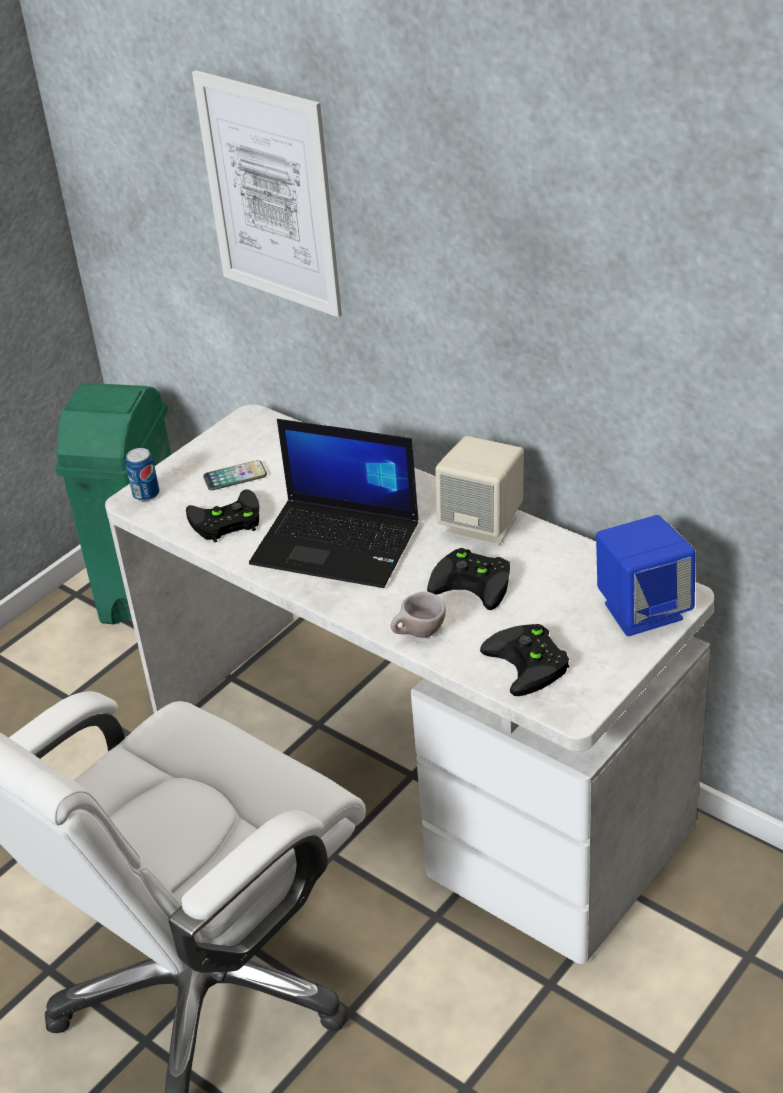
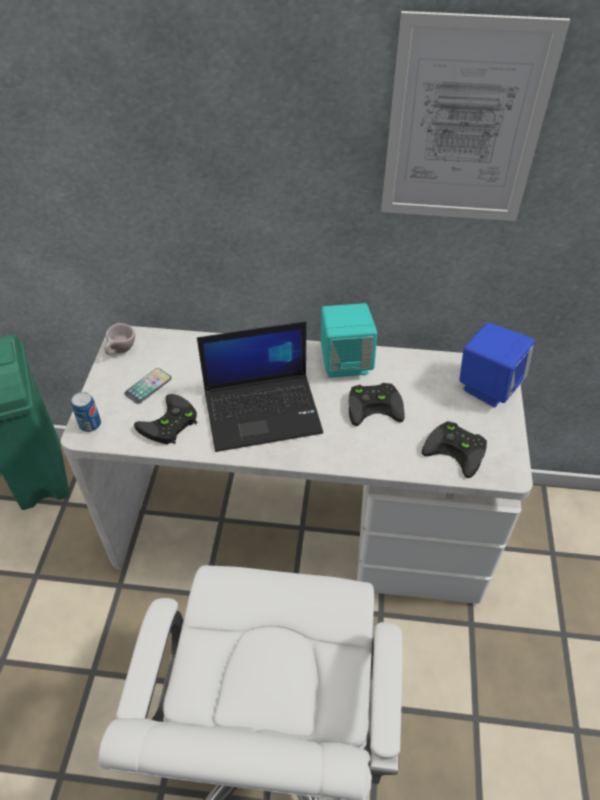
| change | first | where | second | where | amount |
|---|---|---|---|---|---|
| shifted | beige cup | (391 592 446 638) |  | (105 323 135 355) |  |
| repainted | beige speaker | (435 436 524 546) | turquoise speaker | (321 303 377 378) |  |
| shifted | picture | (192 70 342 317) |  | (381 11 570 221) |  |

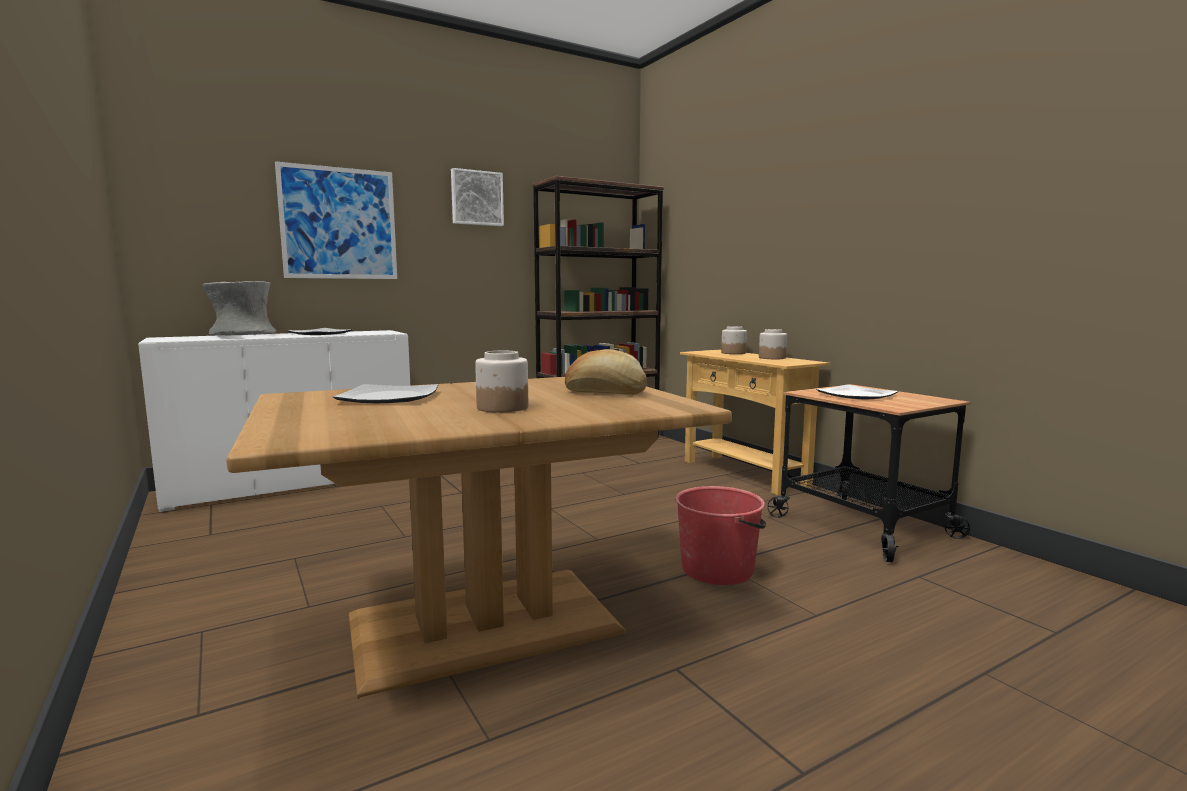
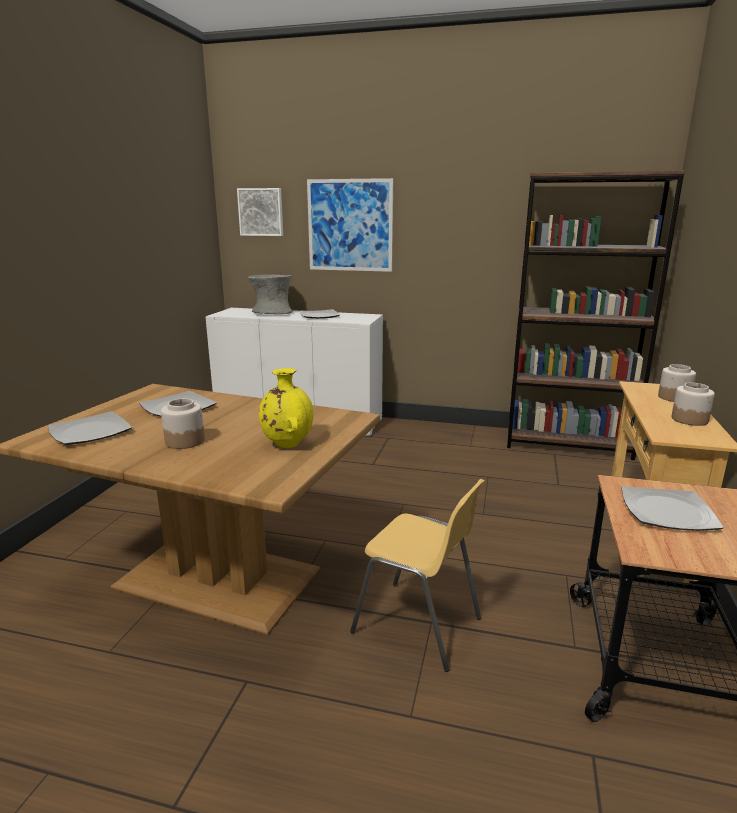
| change | first | where | second | where | amount |
|---|---|---|---|---|---|
| new |  |  | plate | (48 411 132 445) |  |
| shifted | picture | (451 168 504 226) |  | (237 188 283 236) |  |
| swapped | bread | (565 349 647 395) | yellow vase | (259 368 314 448) |  |
| swapped | red bucket | (675 486 766 585) | yellow chair | (350 479 485 672) |  |

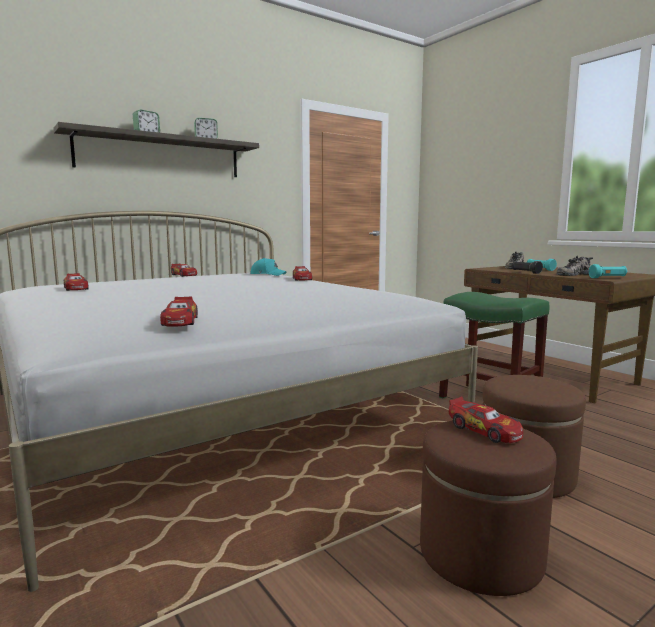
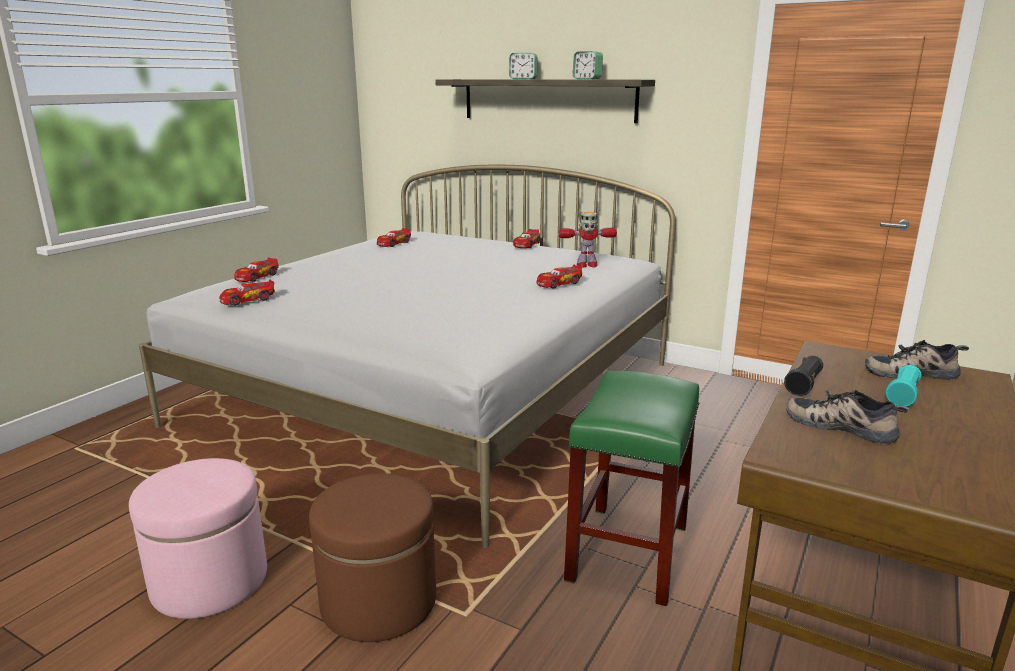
| change | first | where | second | where | amount |
|---|---|---|---|---|---|
| repainted | brown ottoman | (420 420 556 596) | pink ottoman | (129 458 267 619) |  |
| shifted | toy car | (448 396 523 443) |  | (235 257 279 282) |  |
| swapped | turquoise cap | (250 258 286 276) | toy robot | (558 212 617 268) |  |
| gone | turquoise flashlight | (589 264 627 278) |  |  |  |

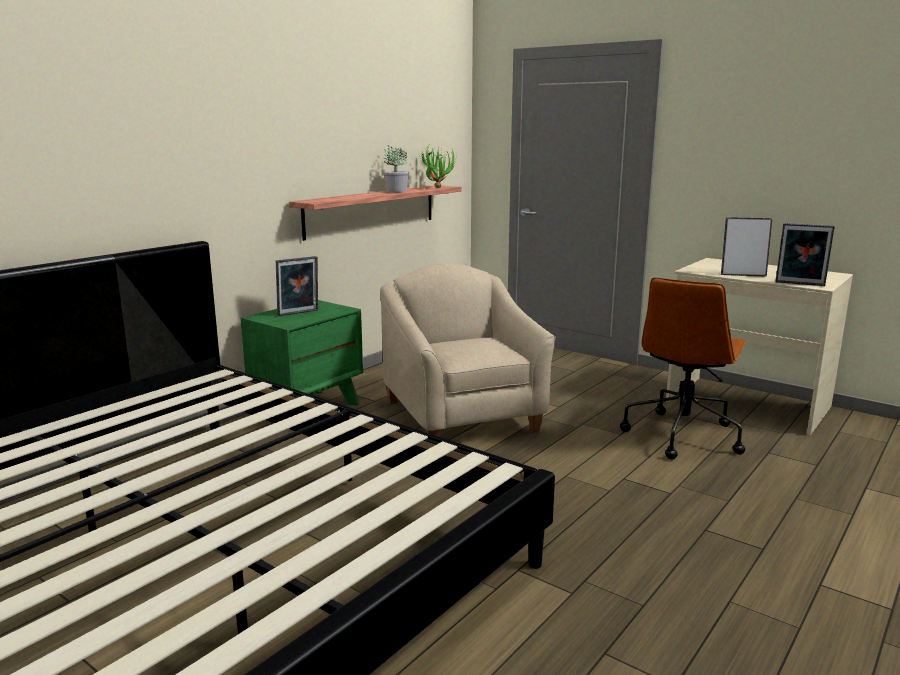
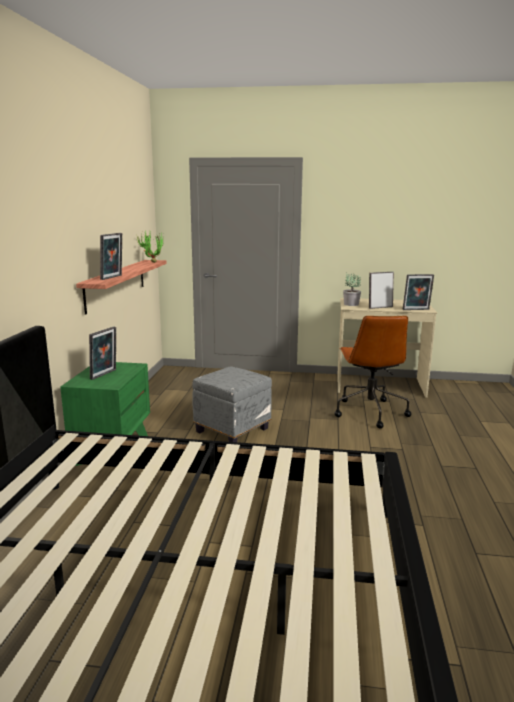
| change | first | where | second | where | amount |
|---|---|---|---|---|---|
| new |  |  | picture frame | (100 233 122 280) |  |
| swapped | beige armchair | (381 263 556 437) | grey ottoman | (192 366 272 442) |  |
| shifted | potted plant | (383 145 409 193) |  | (343 273 361 306) |  |

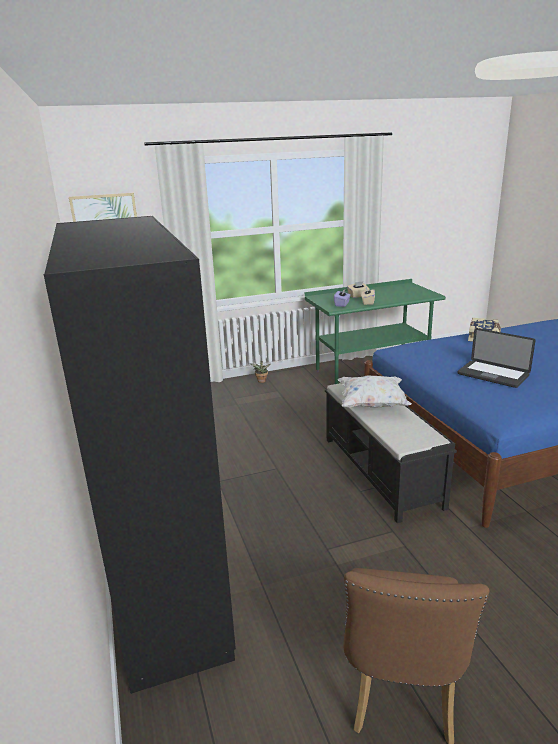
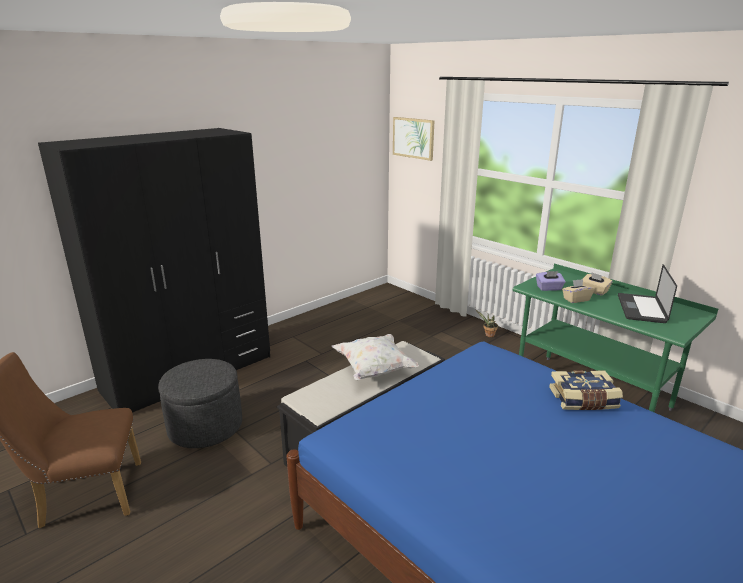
| change | first | where | second | where | amount |
|---|---|---|---|---|---|
| new |  |  | grey ottoman | (158 359 242 448) |  |
| shifted | laptop | (457 328 536 388) |  | (618 264 677 323) |  |

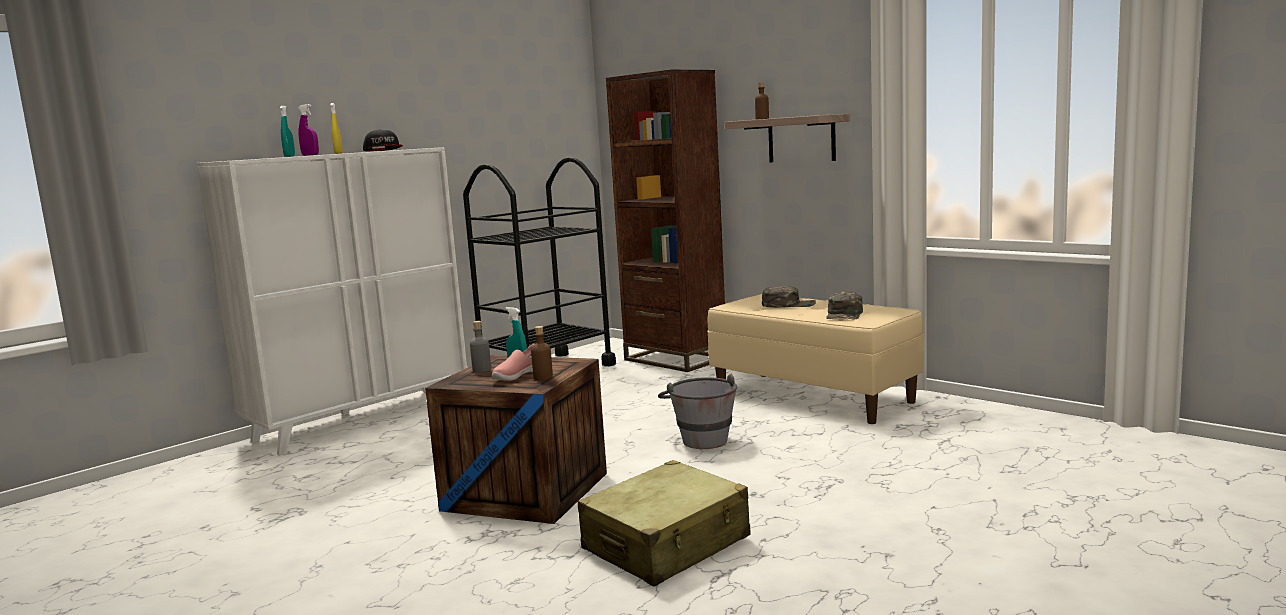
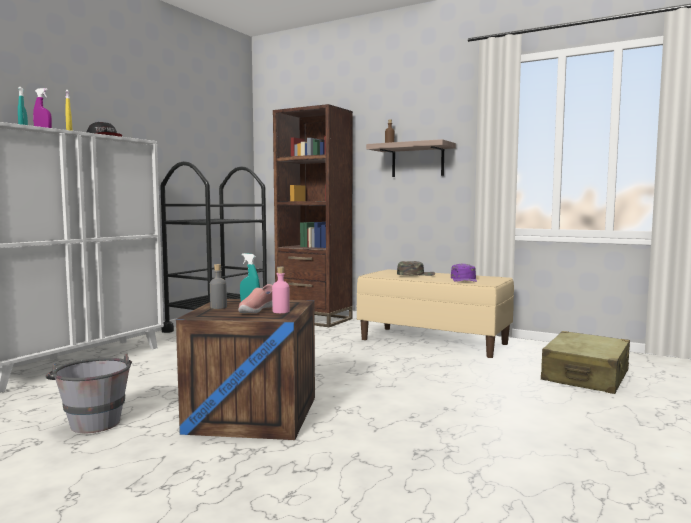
| change | first | where | second | where | amount |
|---|---|---|---|---|---|
| shifted | grey bucket | (658 373 737 449) |  | (46 353 132 433) |  |
| repainted | brown bottle | (531 326 553 380) | pink bottle | (272 267 290 313) |  |
| repainted | green cap | (826 291 863 319) | purple cap | (451 264 477 282) |  |
| shifted | beige suitcase | (578 460 750 587) |  | (541 331 630 394) |  |

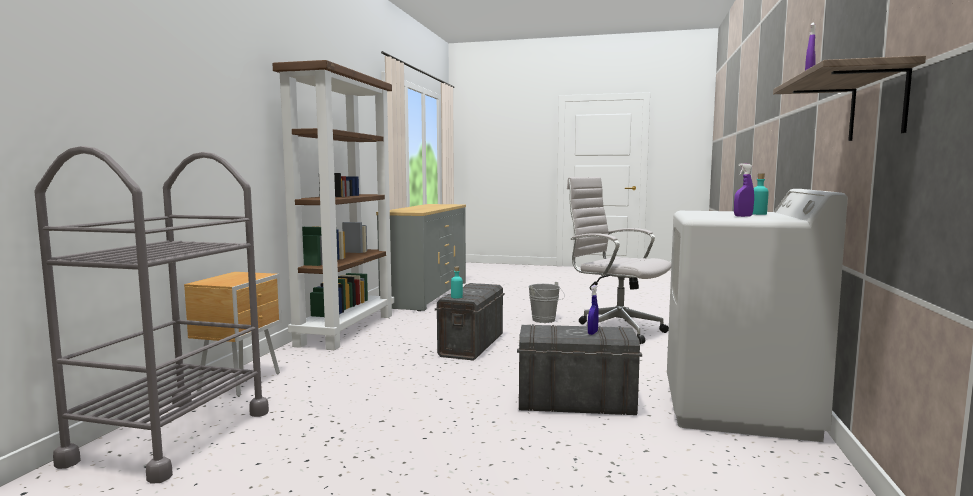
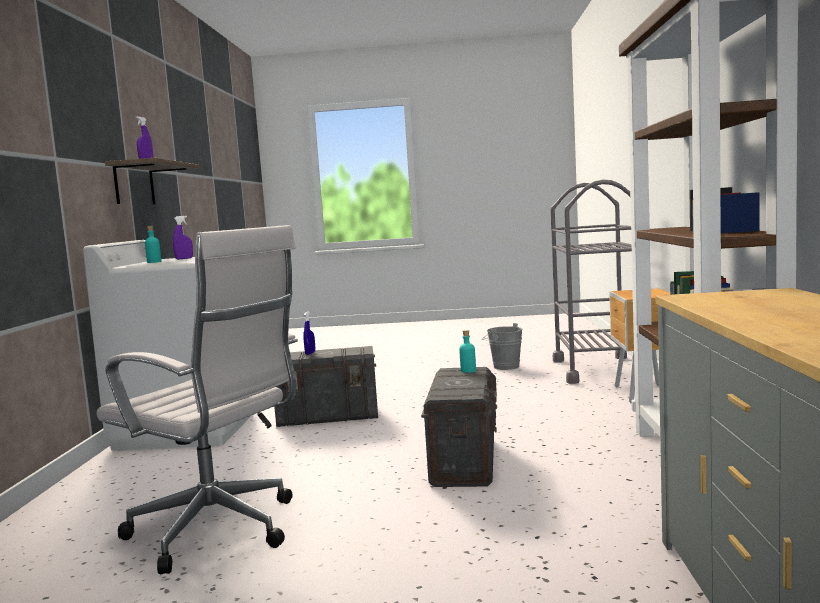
| change | first | where | second | where | amount |
|---|---|---|---|---|---|
| shifted | grey bucket | (529 282 565 323) |  | (482 323 523 370) |  |

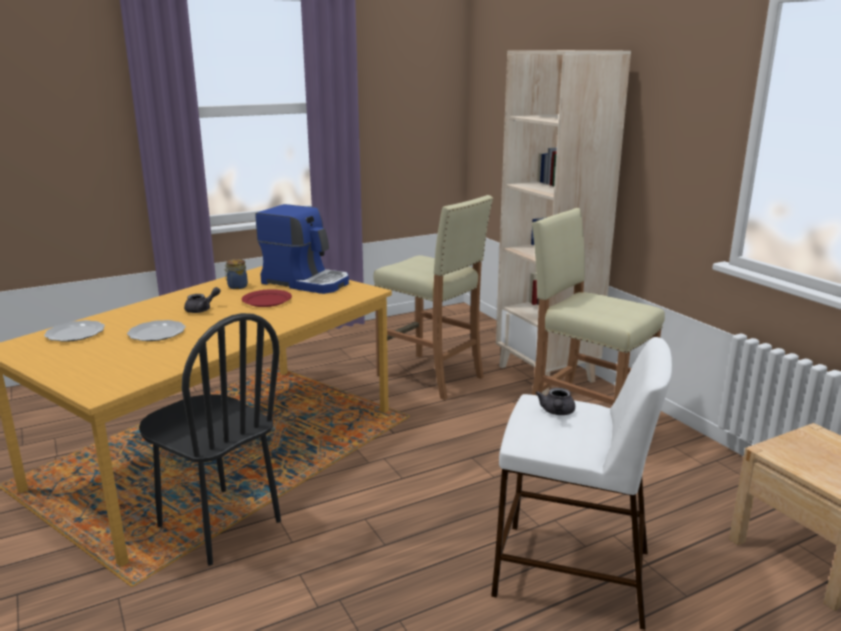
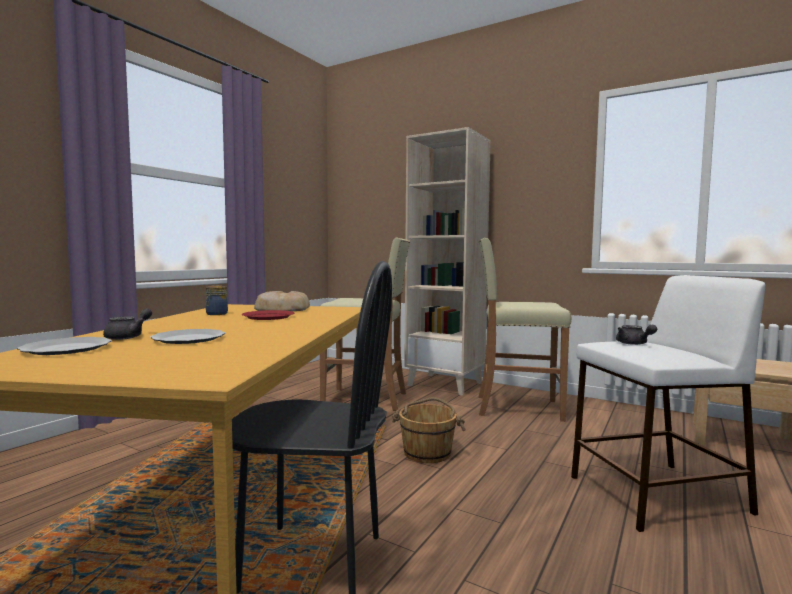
| change | first | where | second | where | amount |
|---|---|---|---|---|---|
| shifted | grey teapot | (184 287 221 313) |  | (103 308 152 340) |  |
| swapped | coffee machine | (255 204 349 294) | bread | (254 291 310 311) |  |
| new |  |  | brown bucket | (392 397 466 463) |  |

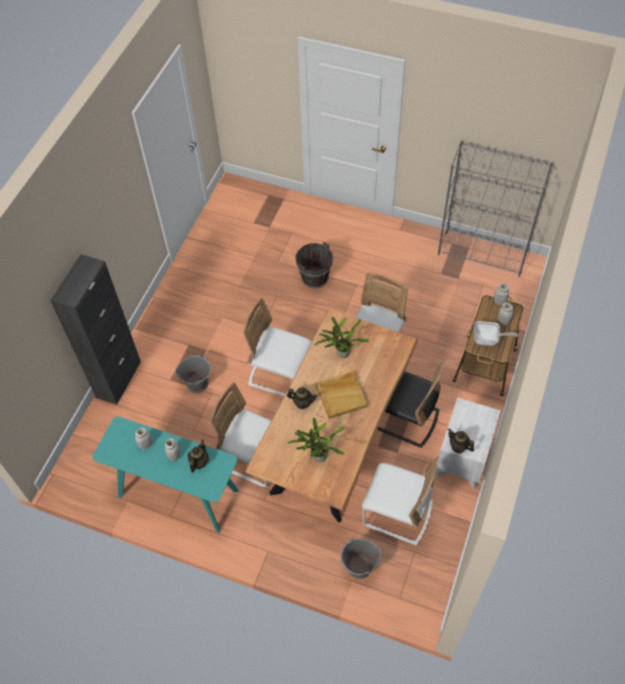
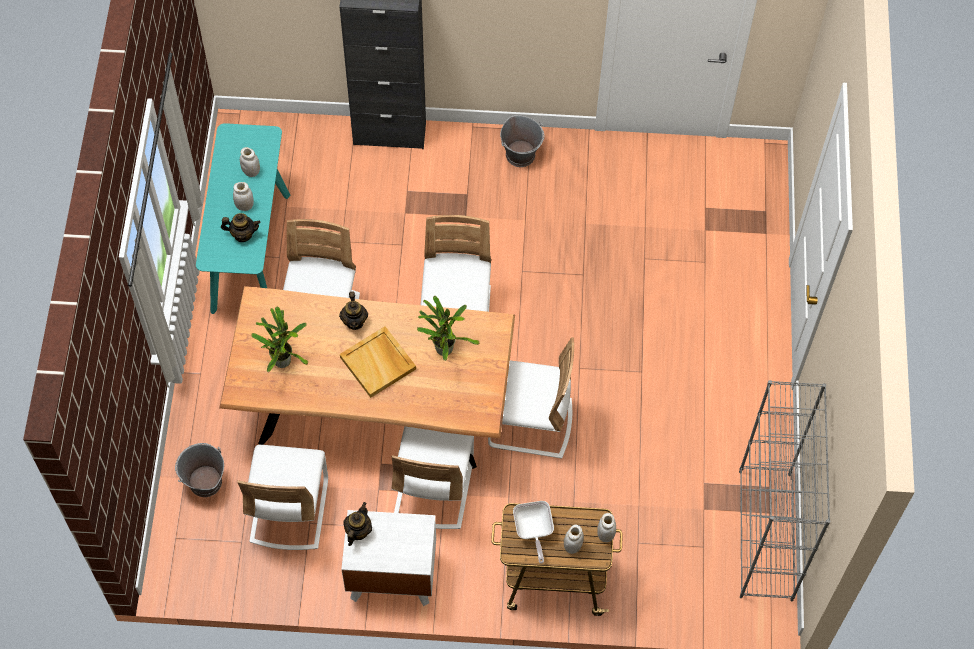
| change | first | where | second | where | amount |
|---|---|---|---|---|---|
| repainted | black chair | (377 359 446 448) | white chair | (392 426 474 529) |  |
| shifted | grey bucket | (175 354 211 393) |  | (500 115 545 167) |  |
| gone | brown bucket | (295 242 333 288) |  |  |  |

